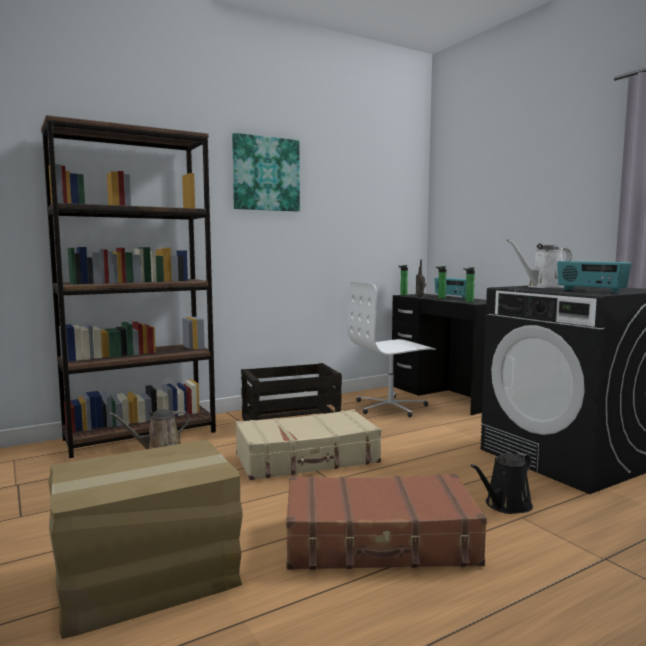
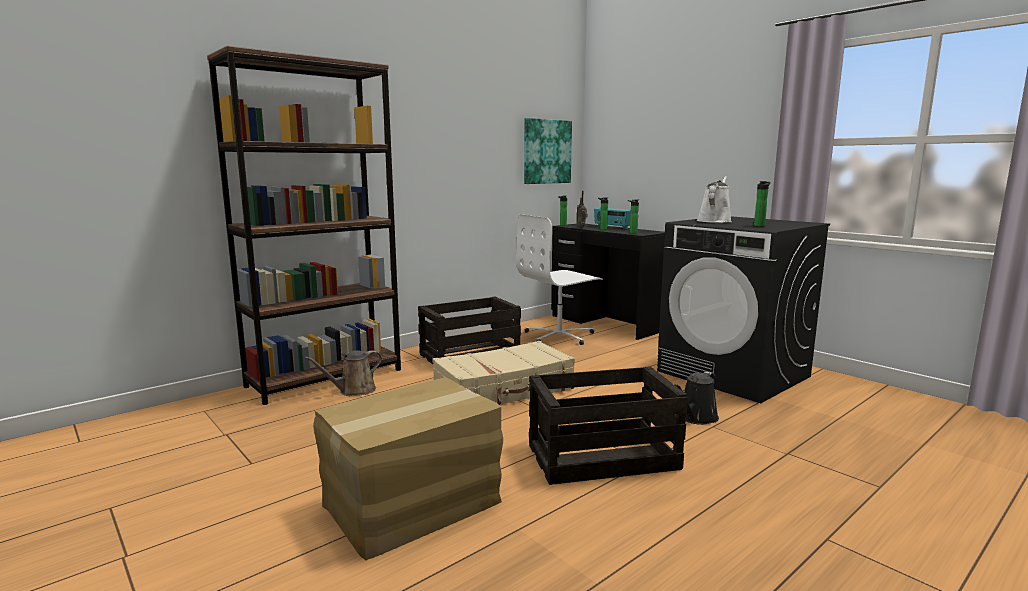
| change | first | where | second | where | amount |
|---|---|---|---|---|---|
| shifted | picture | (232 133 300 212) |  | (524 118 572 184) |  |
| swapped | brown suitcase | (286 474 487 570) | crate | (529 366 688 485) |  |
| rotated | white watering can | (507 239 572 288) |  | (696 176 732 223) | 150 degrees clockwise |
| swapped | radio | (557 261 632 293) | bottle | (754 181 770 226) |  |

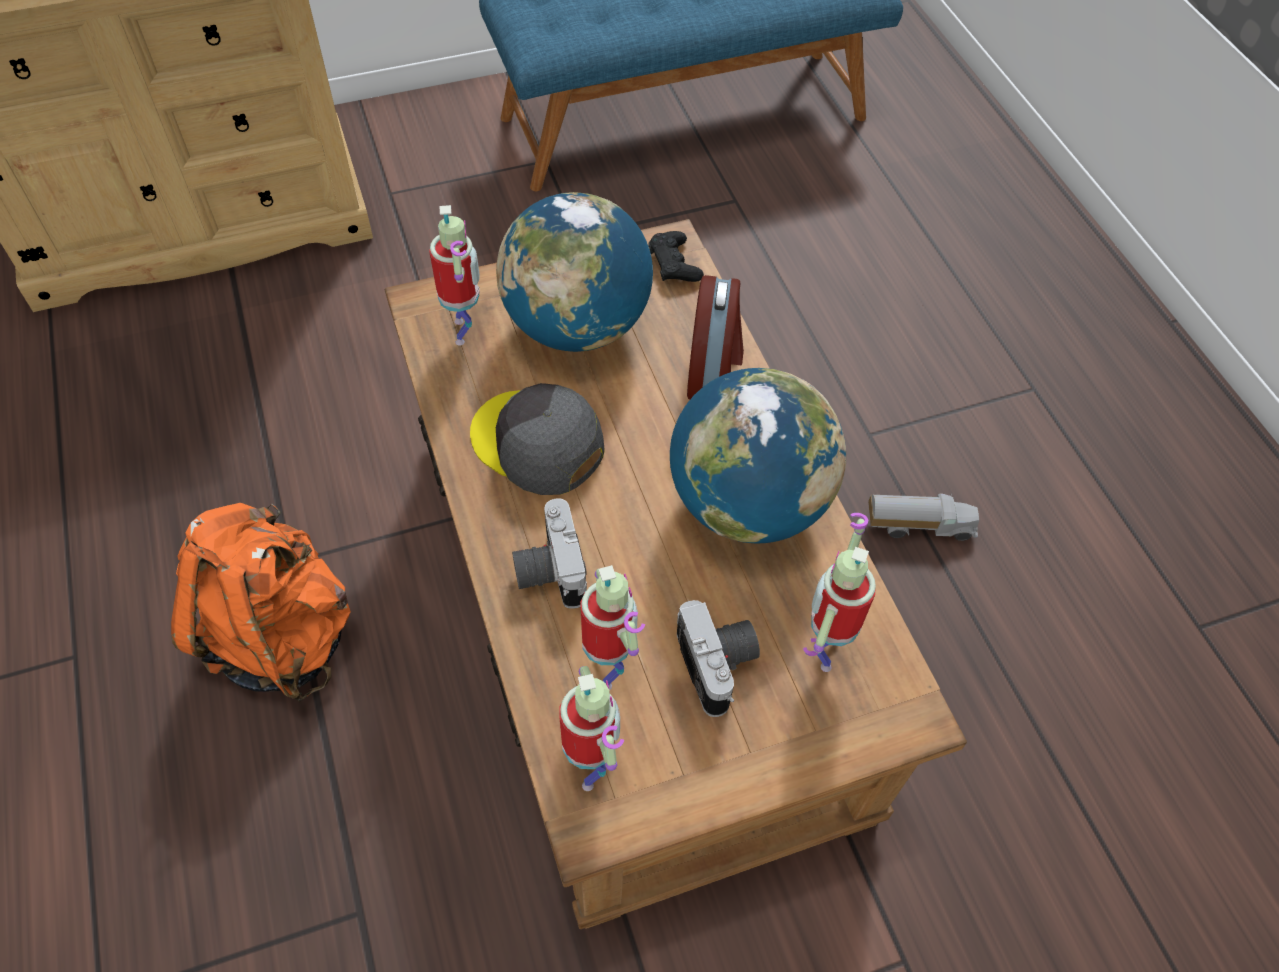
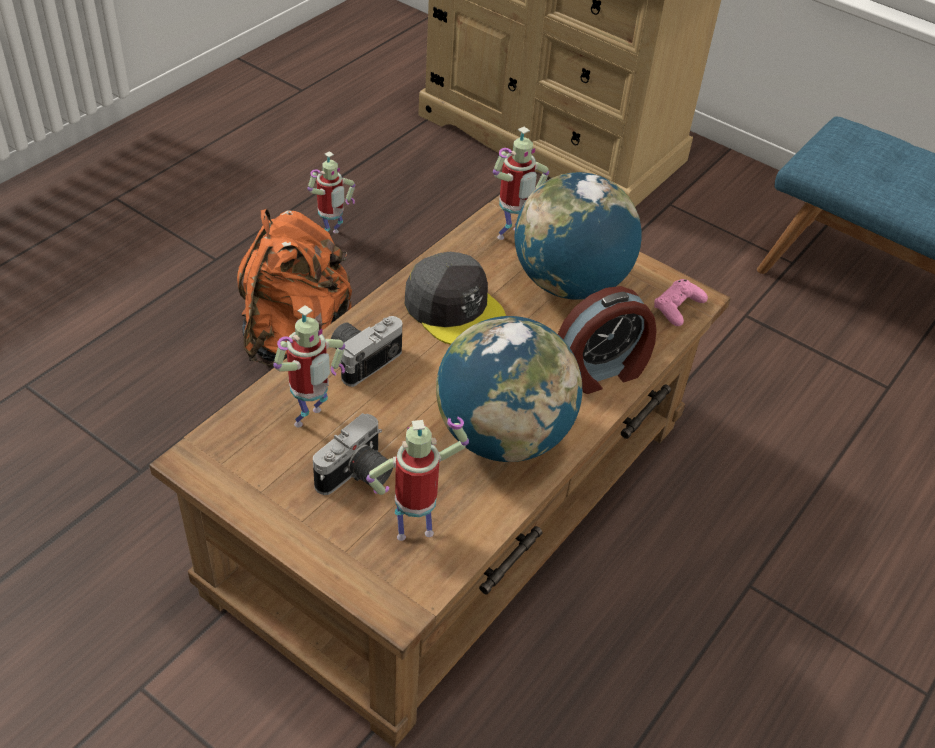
| change | first | where | second | where | amount |
|---|---|---|---|---|---|
| shifted | toy robot | (559 666 624 791) |  | (307 151 355 233) |  |
| rotated | grey cap | (470 383 605 495) |  | (404 252 506 345) | 135 degrees clockwise |
| repainted | black game controller | (649 231 704 282) | pink game controller | (654 279 708 326) |  |
| gone | toy truck | (868 493 979 541) |  |  |  |

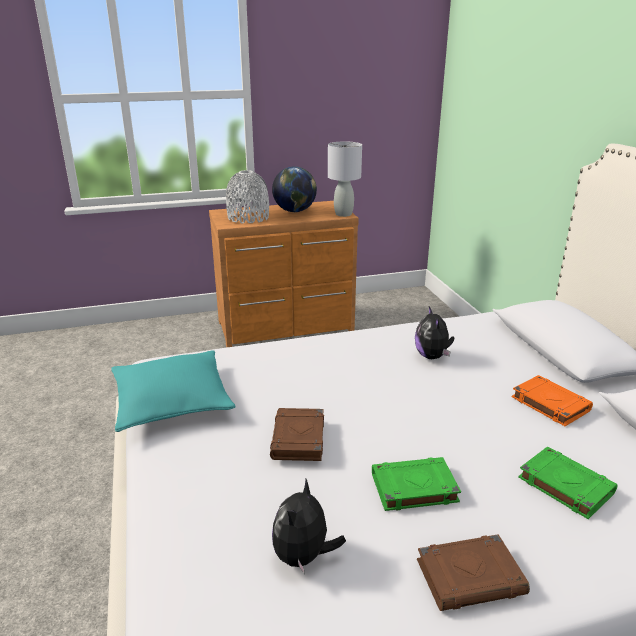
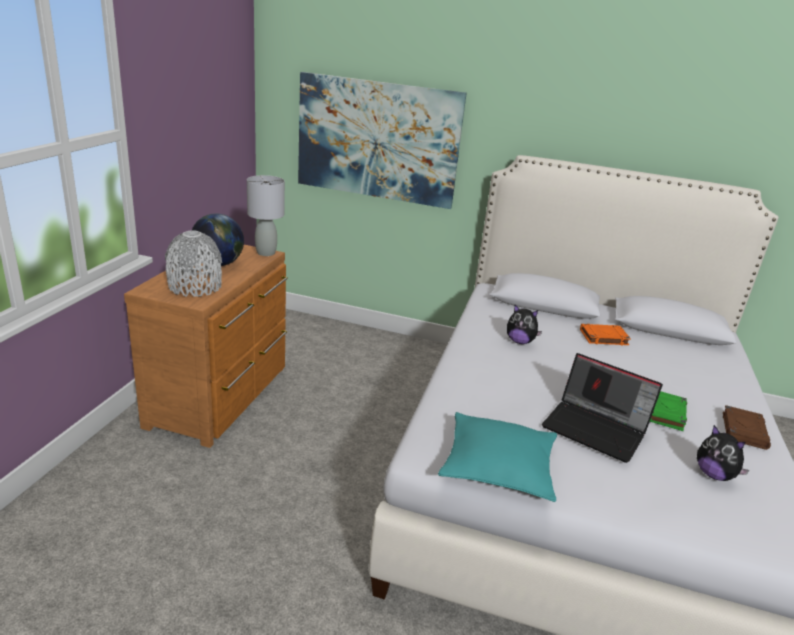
| change | first | where | second | where | amount |
|---|---|---|---|---|---|
| new |  |  | picture | (298 72 467 209) |  |
| swapped | brown book | (270 408 324 461) | laptop | (542 353 663 463) |  |
| gone | green book | (518 446 617 519) |  |  |  |

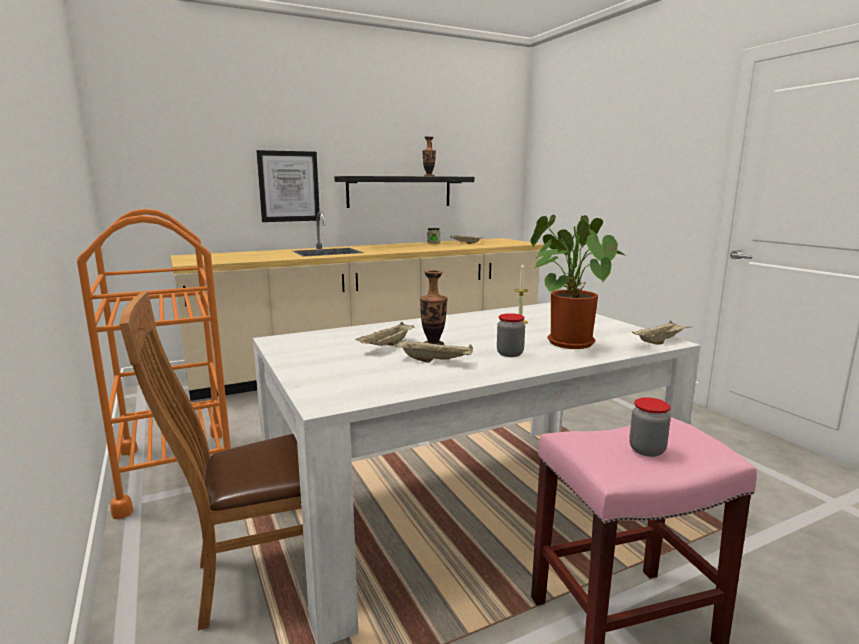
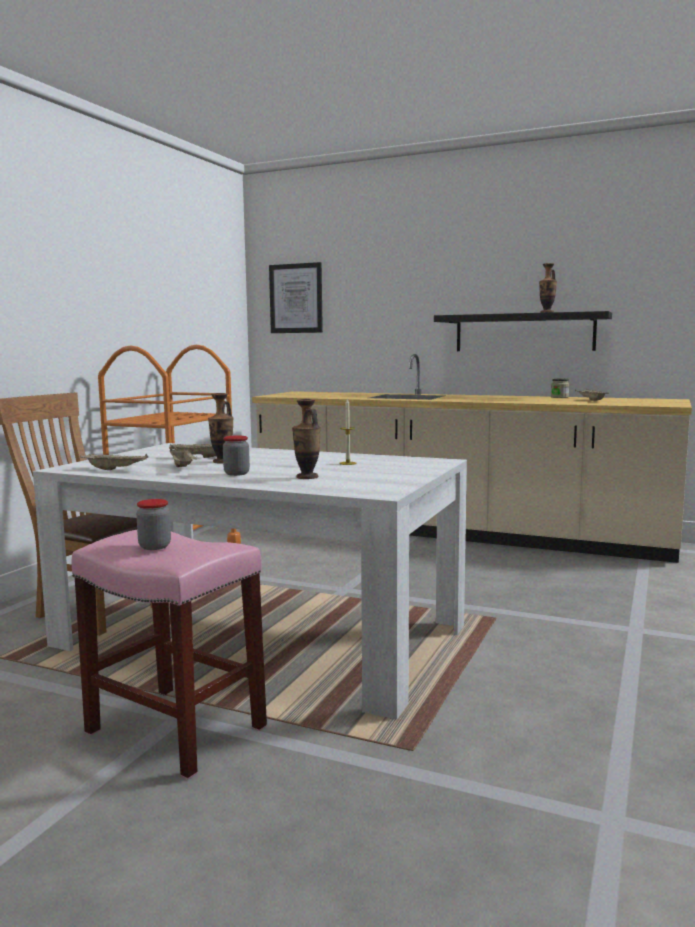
| change | first | where | second | where | amount |
|---|---|---|---|---|---|
| shifted | beige tray | (632 321 689 345) |  | (80 454 148 470) |  |
| shifted | picture | (256 150 320 222) |  | (269 262 323 333) |  |
| swapped | potted plant | (530 215 627 349) | vase | (292 399 321 479) |  |

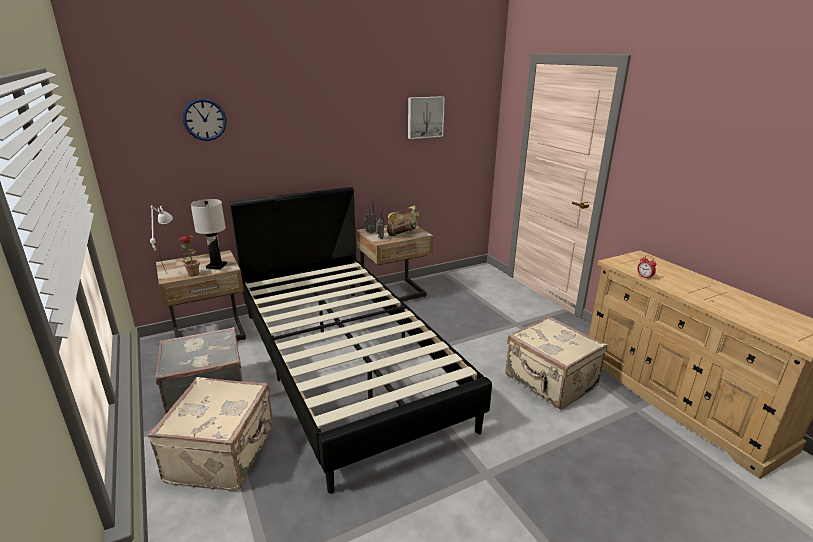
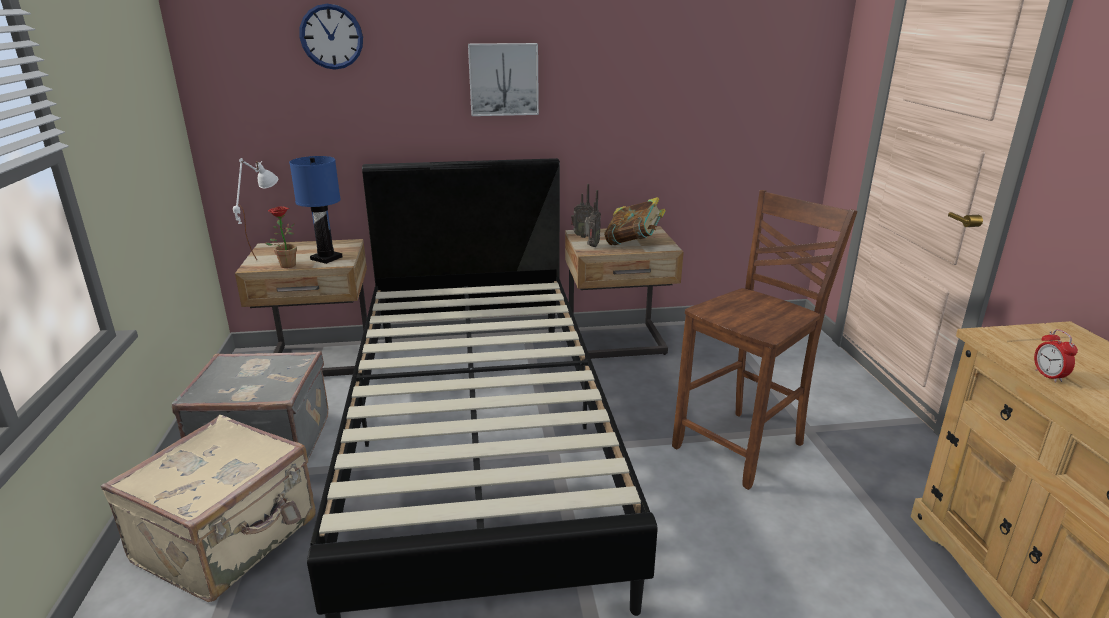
| change | first | where | second | where | amount |
|---|---|---|---|---|---|
| repainted | white table lamp | (190 199 227 270) | blue table lamp | (289 156 343 264) |  |
| shifted | picture | (408 96 445 139) |  | (468 43 539 116) |  |
| new |  |  | brown chair | (672 190 858 490) |  |
| gone | beige suitcase | (505 316 607 409) |  |  |  |

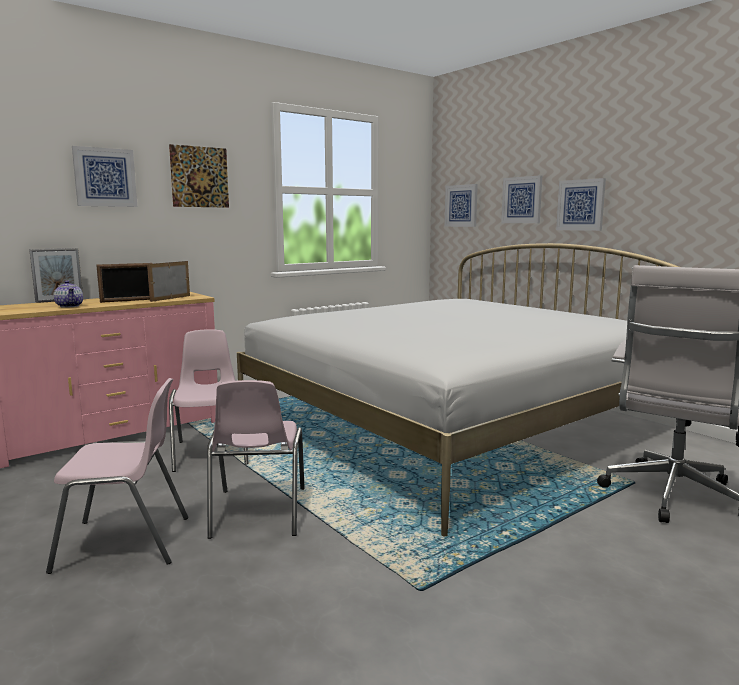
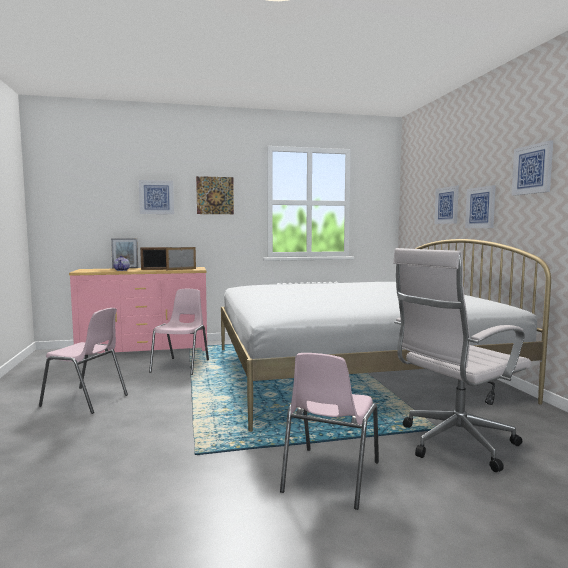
| change | first | where | second | where | amount |
|---|---|---|---|---|---|
| shifted | pink chair | (207 380 305 539) |  | (280 353 379 510) |  |
| shifted | picture | (445 184 478 227) |  | (511 140 553 196) |  |

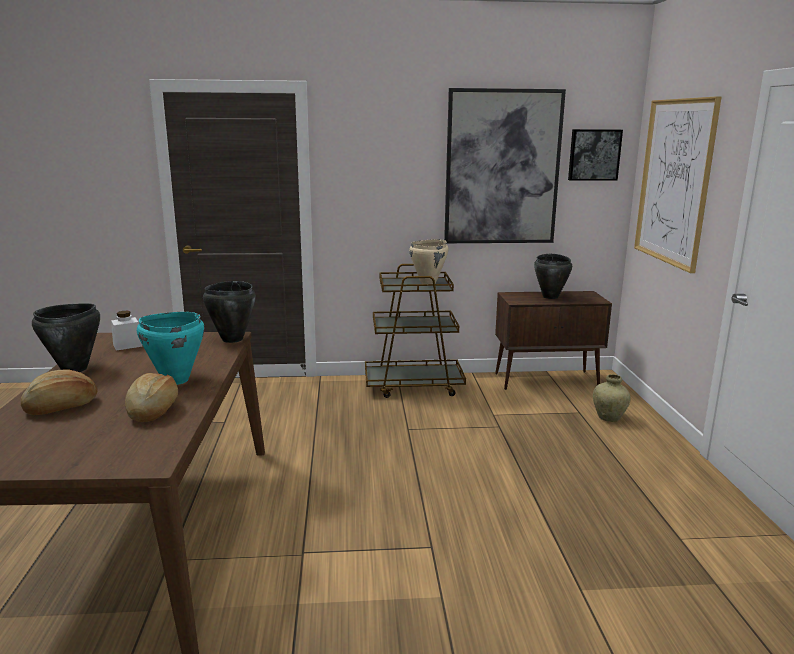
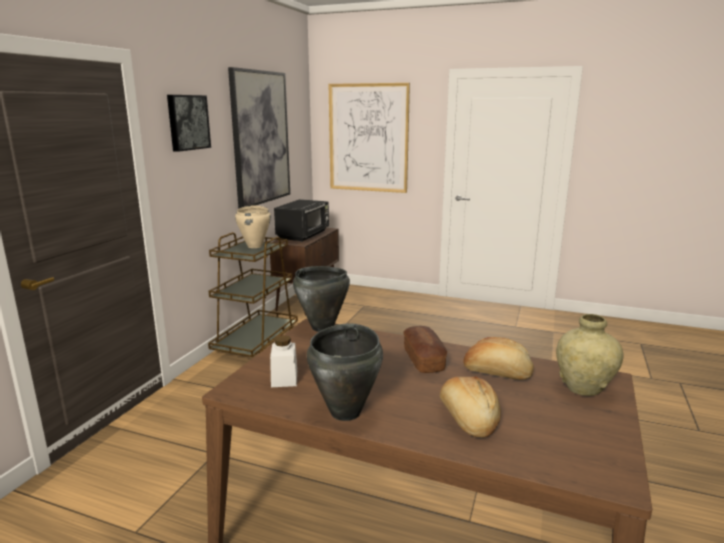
| change | first | where | second | where | amount |
|---|---|---|---|---|---|
| shifted | picture | (568 129 623 181) |  | (167 95 211 152) |  |
| swapped | black cooking pot | (534 254 572 299) | black microwave | (274 199 329 242) |  |
| swapped | turquoise cooking pot | (137 312 205 385) | bread | (403 326 447 373) |  |
| shifted | beige vase | (593 374 631 422) |  | (556 314 623 396) |  |

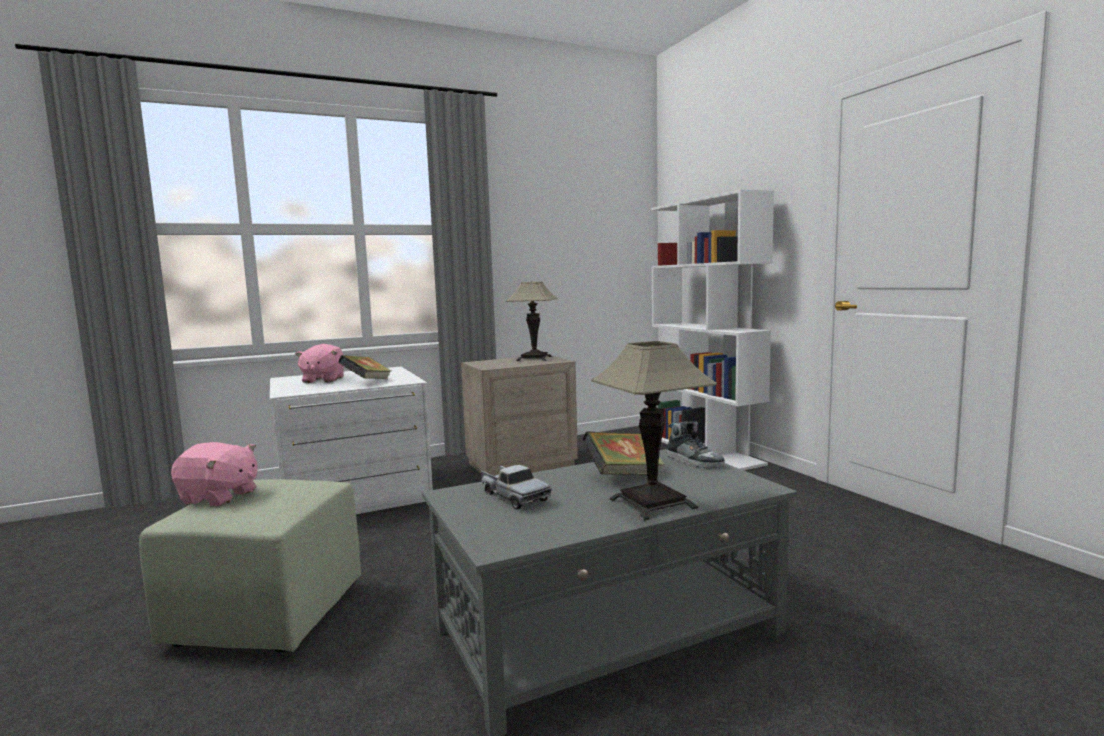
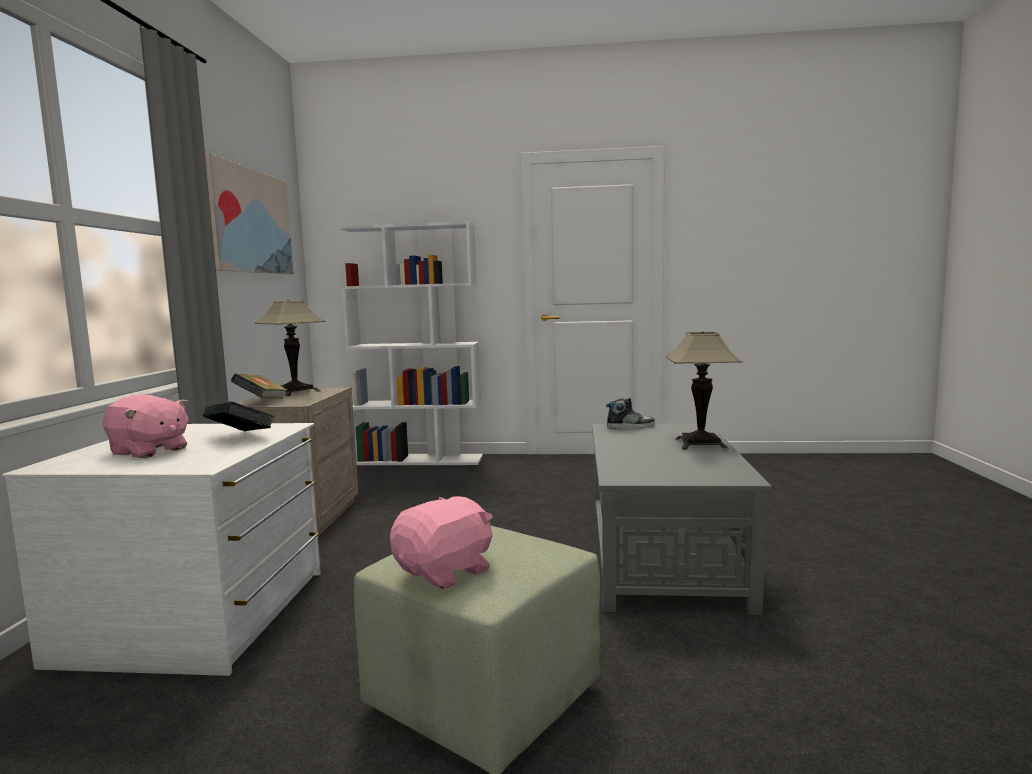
| change | first | where | second | where | amount |
|---|---|---|---|---|---|
| new |  |  | picture | (205 152 294 274) |  |
| shifted | book | (582 431 665 475) |  | (231 374 287 399) |  |
| gone | toy truck | (481 465 551 509) |  |  |  |

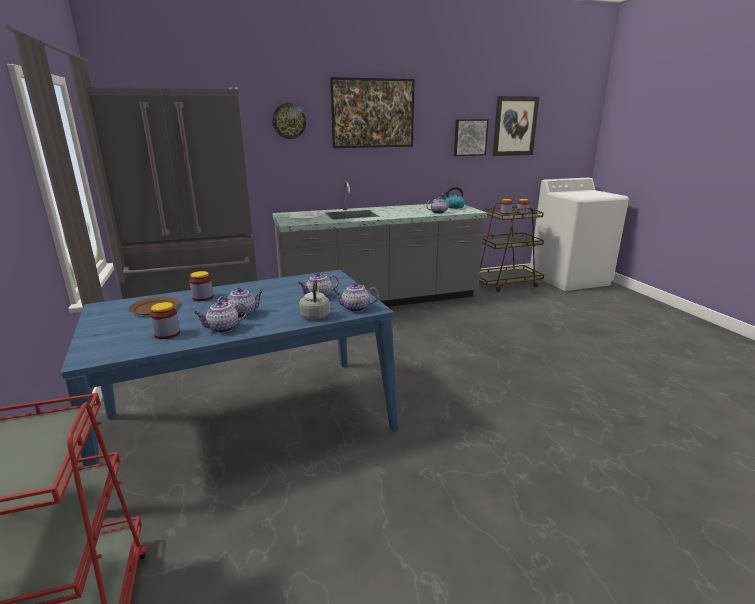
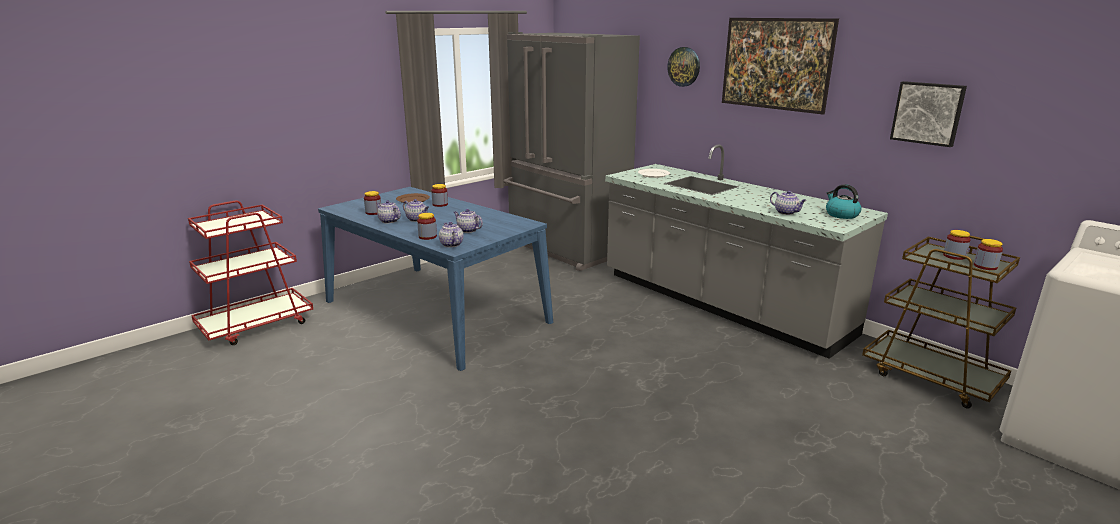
| change | first | where | second | where | amount |
|---|---|---|---|---|---|
| swapped | grey kettle | (299 279 330 320) | jar | (417 213 437 240) |  |
| gone | picture | (492 96 539 156) |  |  |  |

